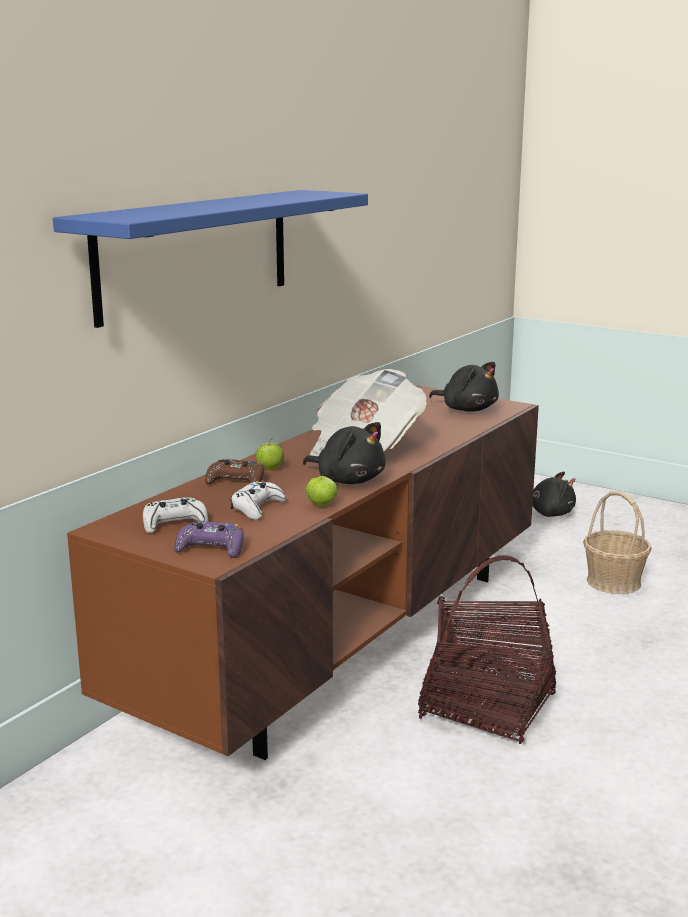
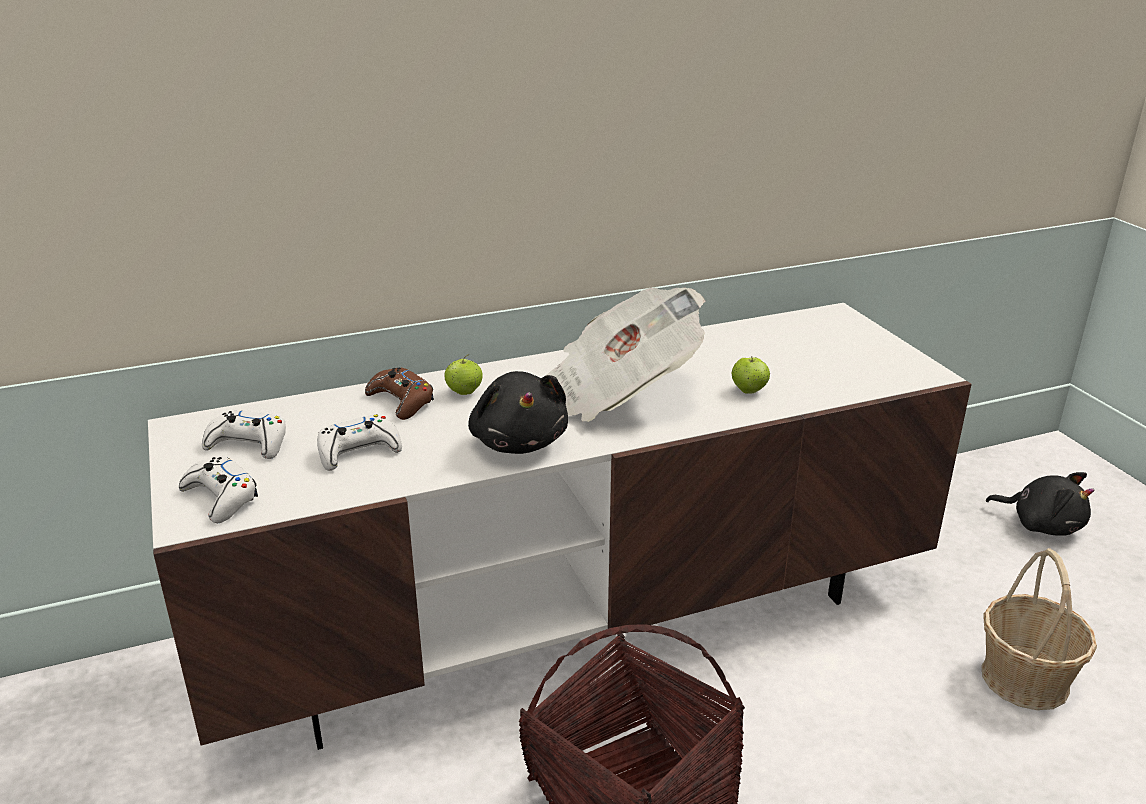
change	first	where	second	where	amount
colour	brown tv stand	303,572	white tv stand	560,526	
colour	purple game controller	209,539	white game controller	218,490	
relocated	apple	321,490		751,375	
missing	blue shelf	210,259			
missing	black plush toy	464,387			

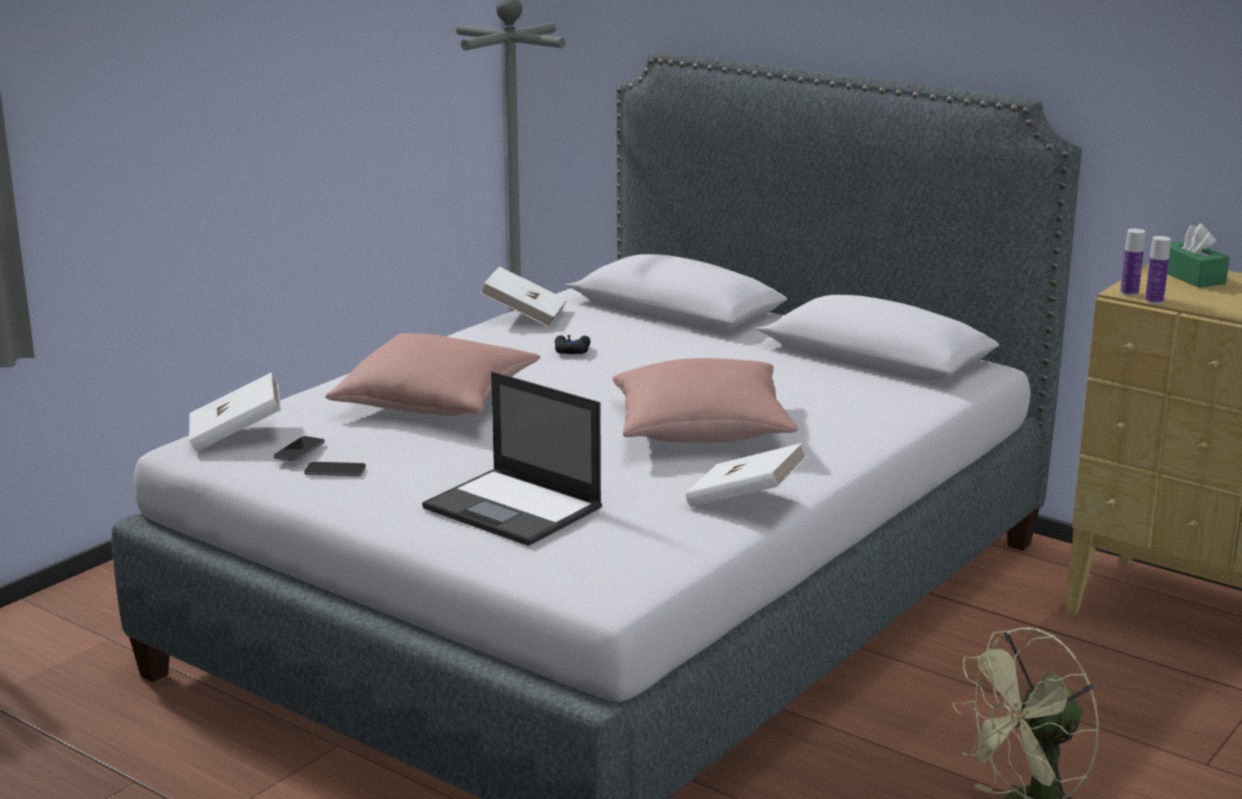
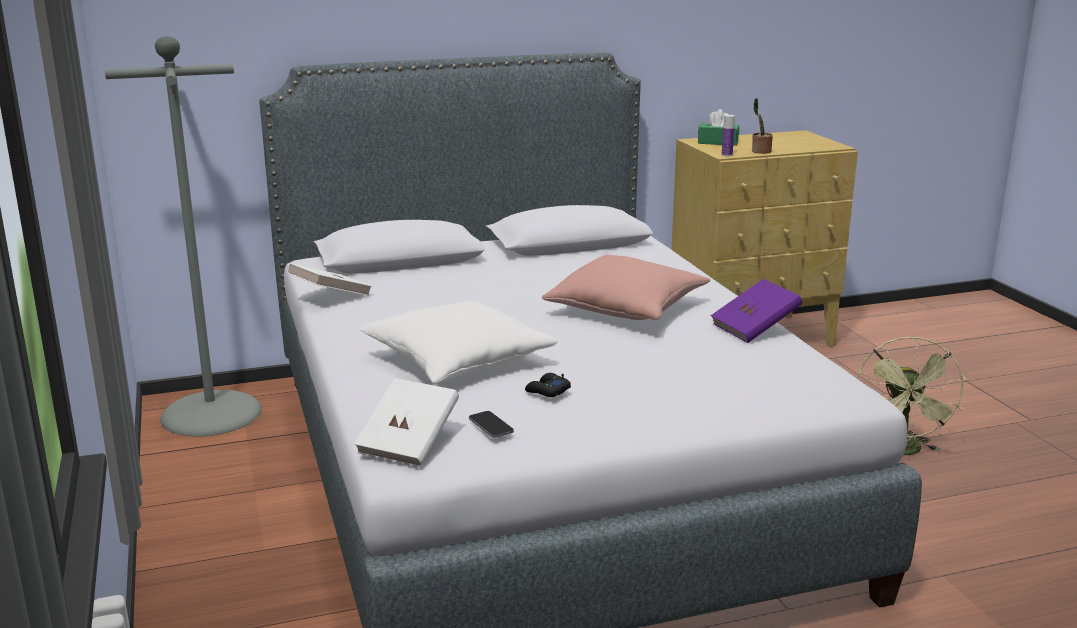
change	first	where	second	where	amount
colour	pink pillow	432,374	white pillow	458,342	
relocated	black game controller	572,344		548,385	
colour	white book	746,475	purple book	756,311	
appeared			potted plant	762,126	
missing	phone	335,469			
missing	laptop	512,459			
missing	bottle	1158,270			

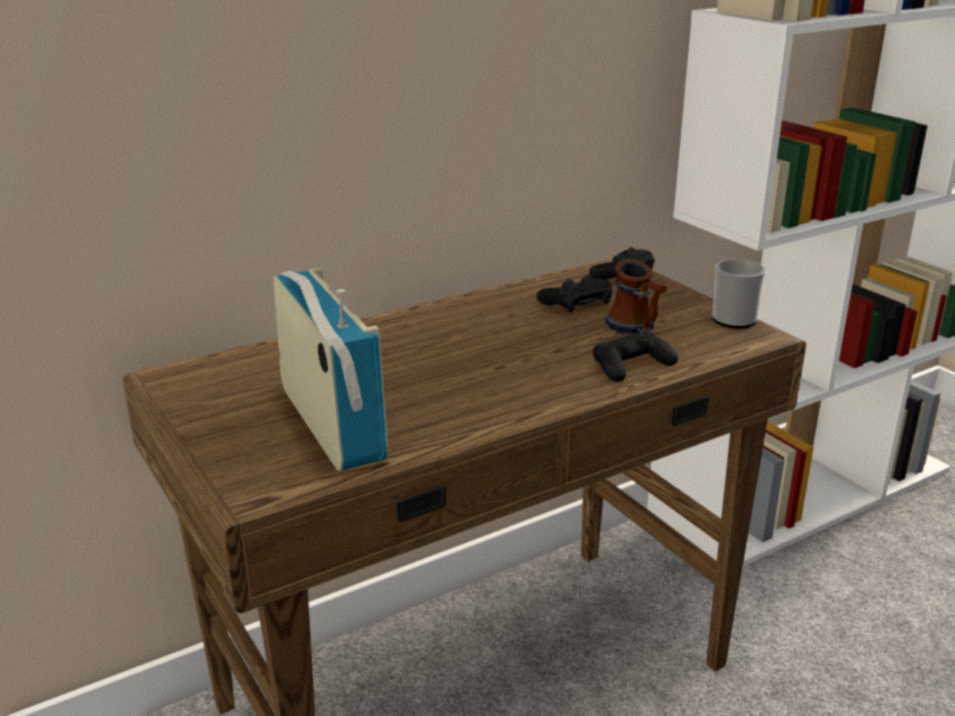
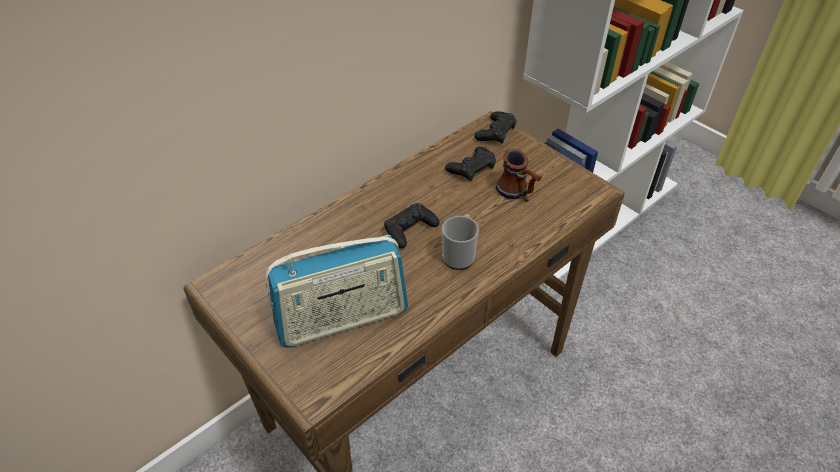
change	first	where	second	where	amount
spun	radio	330,369		337,291	105 degrees clockwise
relocated	black game controller	635,357		411,226	
relocated	mug	739,294		460,242	

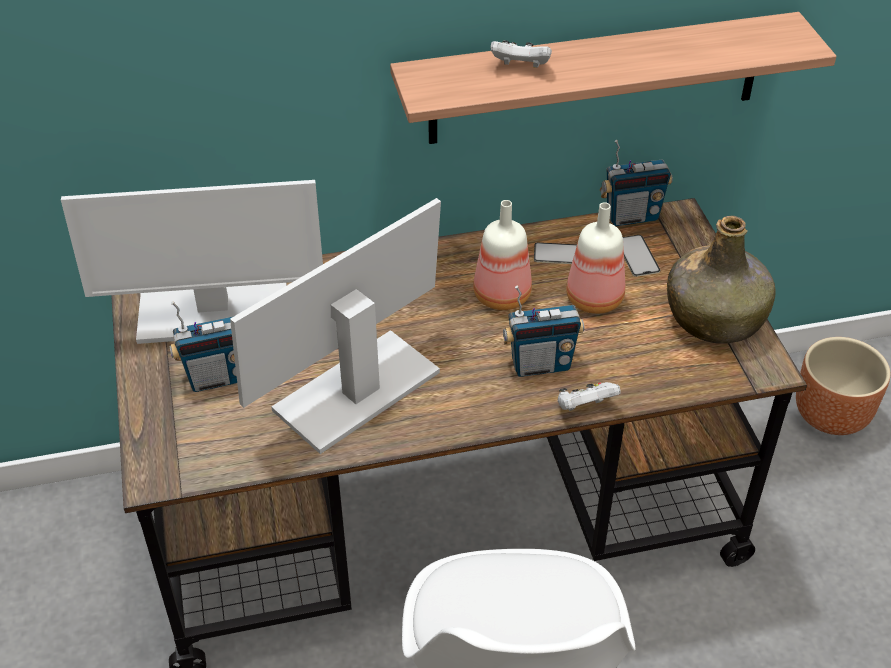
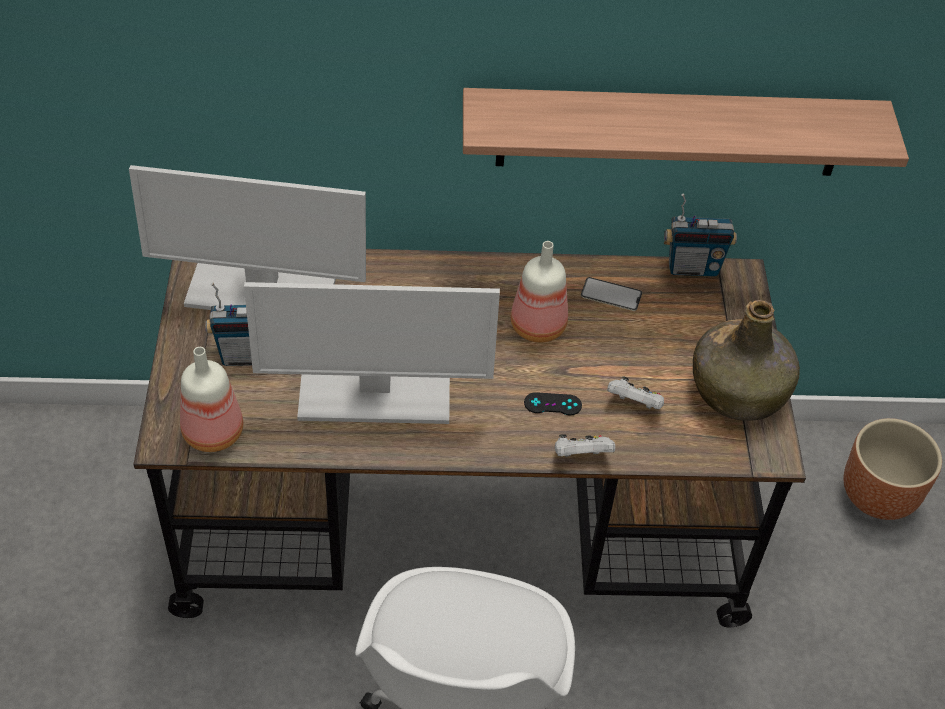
change	first	where	second	where	amount
relocated	bottle	595,258		211,399	
spun	monitor	335,326		372,353	150 degrees counterclockwise
exchanged	radio	543,331	black game controller	553,403	
relocated	white game controller	521,54		635,392	
missing	phone	641,256			

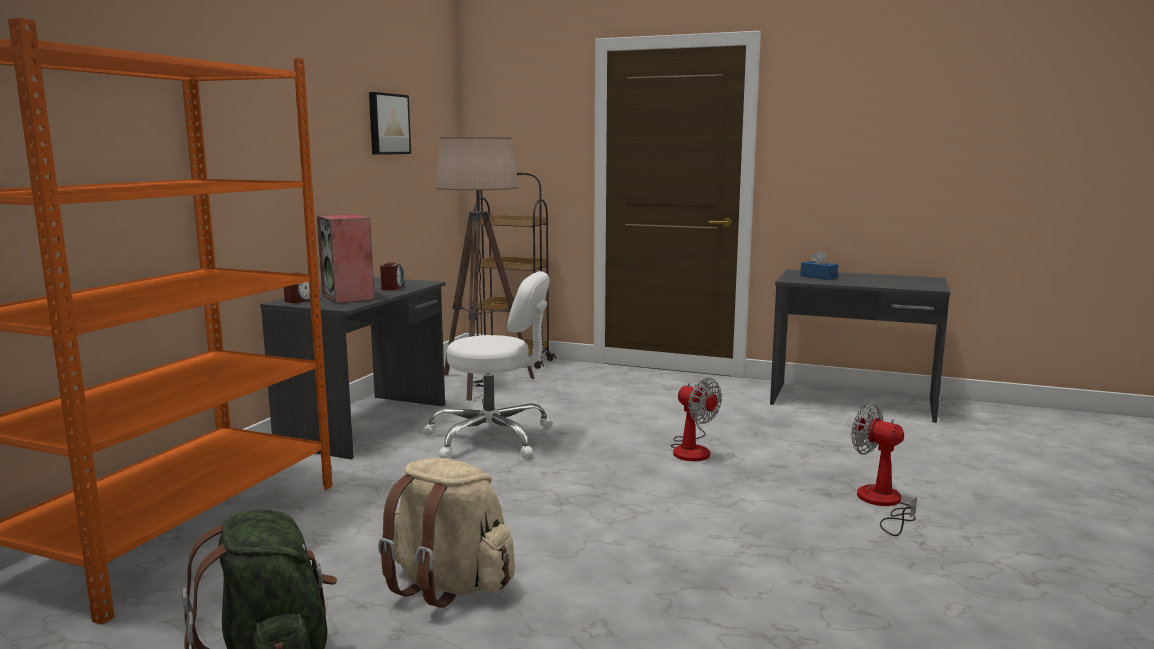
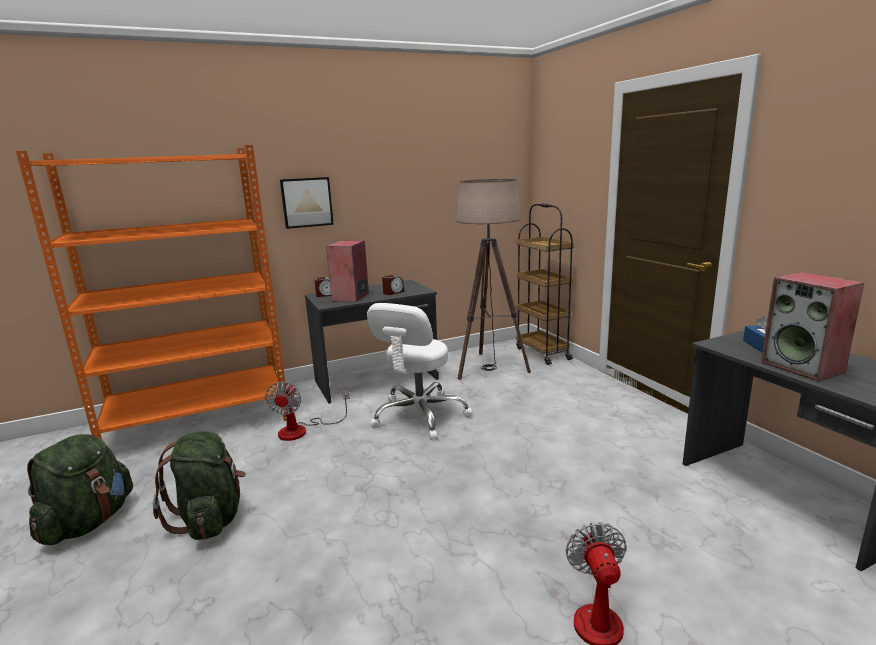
change	first	where	second	where	amount
colour	beige backpack	446,533	green backpack	199,486	
relocated	fan	696,419		307,411	
relocated	picture	390,123		307,203	
spun	white office chair	488,365		420,371	60 degrees clockwise
appeared			speaker	812,327	

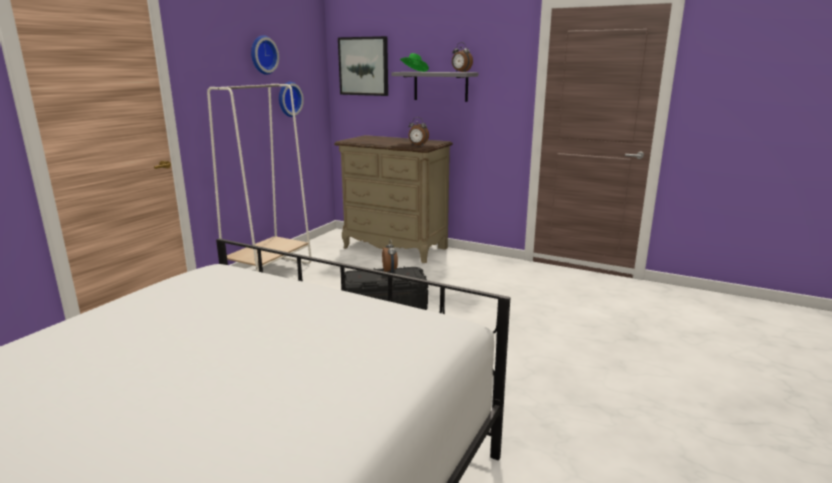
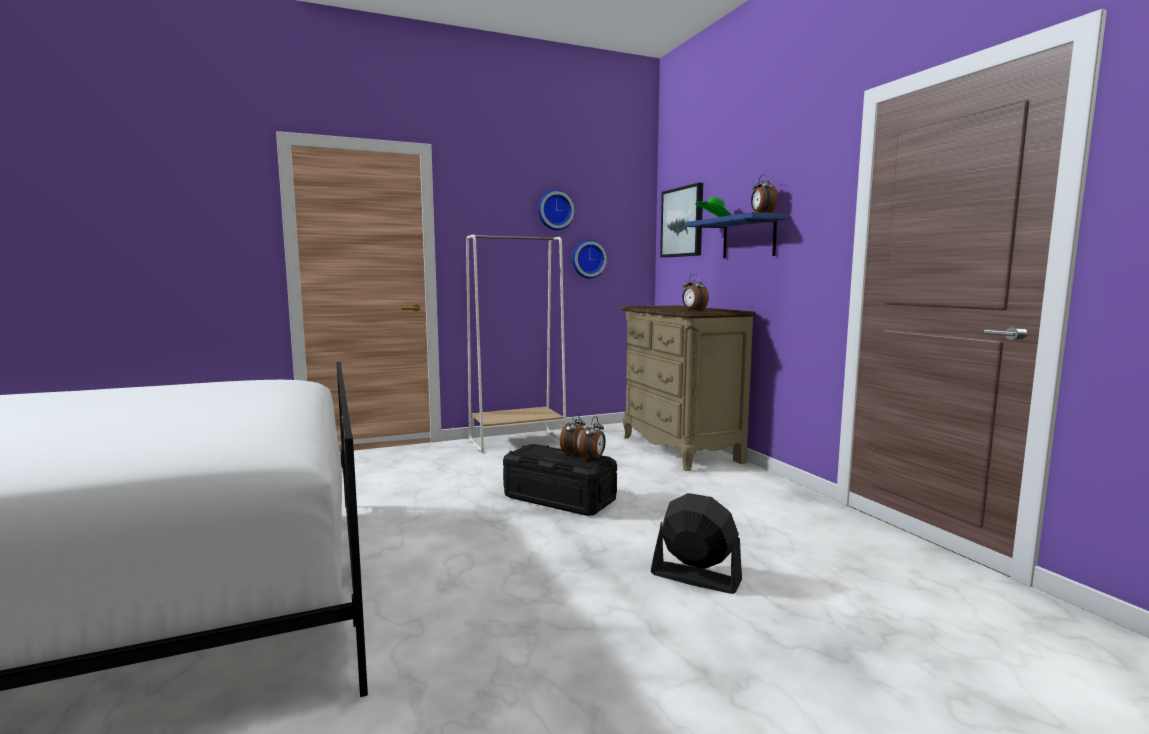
change	first	where	second	where	amount
appeared			alarm clock	592,439	
appeared			black fan	696,543	
colour	grey shelf	434,87	blue shelf	736,235	

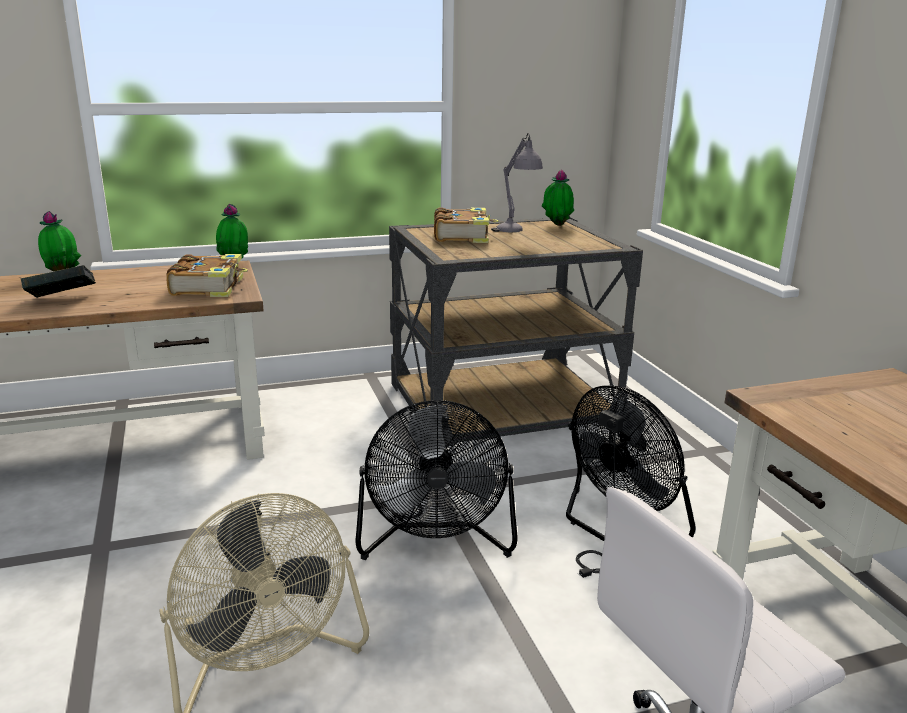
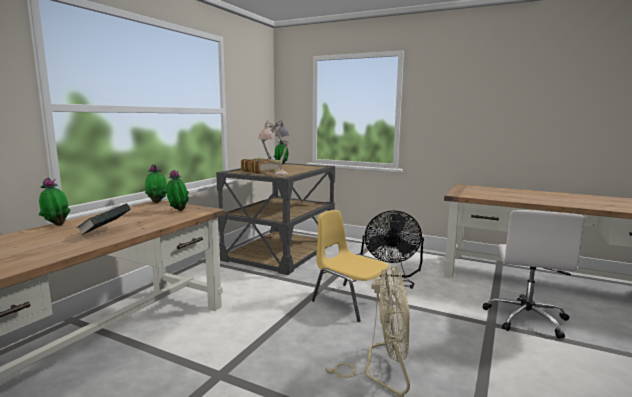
change	first	where	second	where	amount
exchanged	book	207,275	potted plant	177,190	
appeared			beige table lamp	273,148	
exchanged	black fan	436,480	yellow chair	352,266	

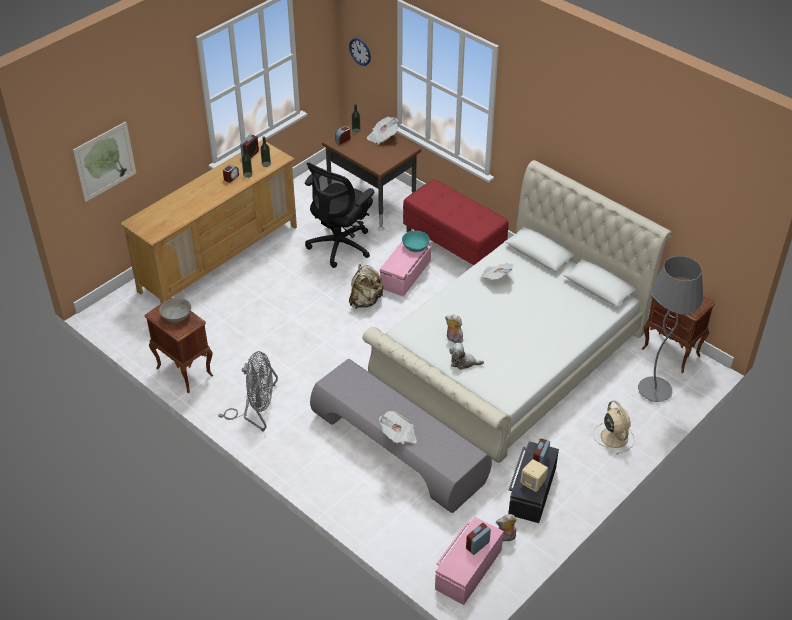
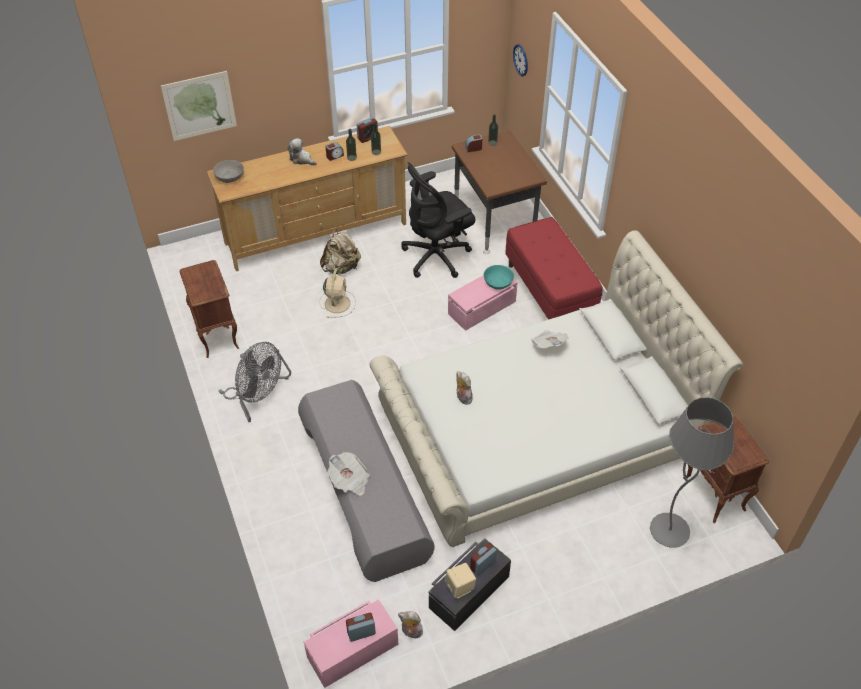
change	first	where	second	where	amount
relocated	grey bowl	175,310		228,171	
relocated	plush toy	467,356		302,151	
relocated	beige fan	613,428		337,293	
relocated	beige backpack	366,286		340,251	
missing	newspaper	382,131			

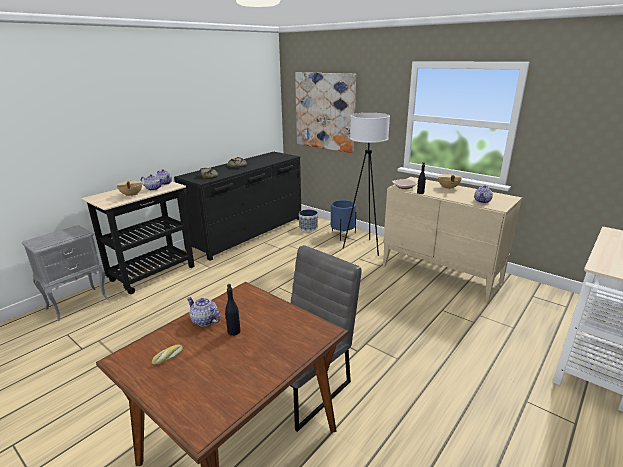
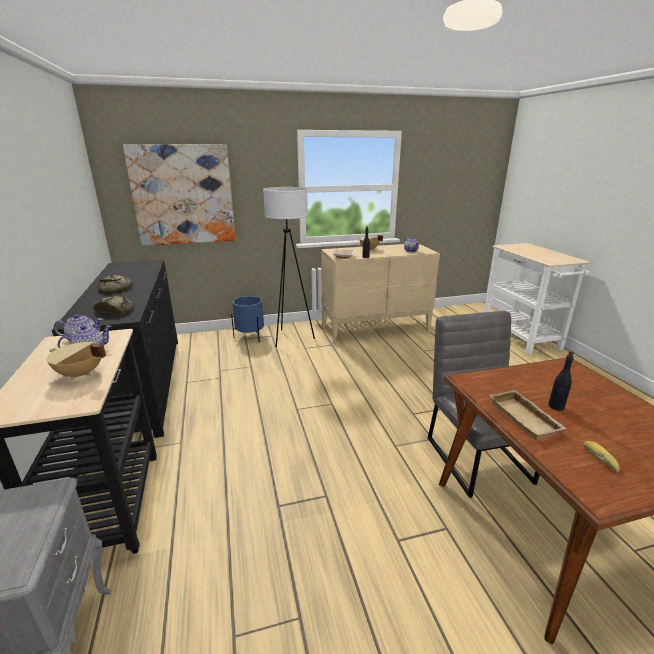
change	first	where	second	where	amount
exchanged	teapot	204,311	beige tray	528,415	
missing	planter	308,220			

